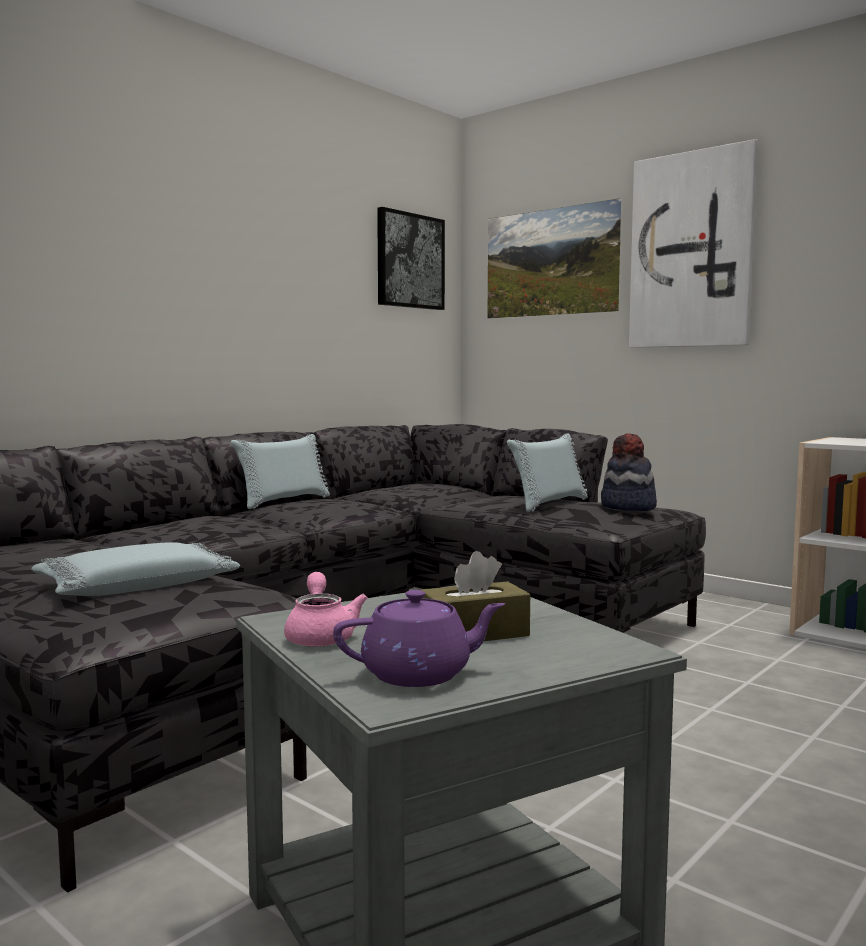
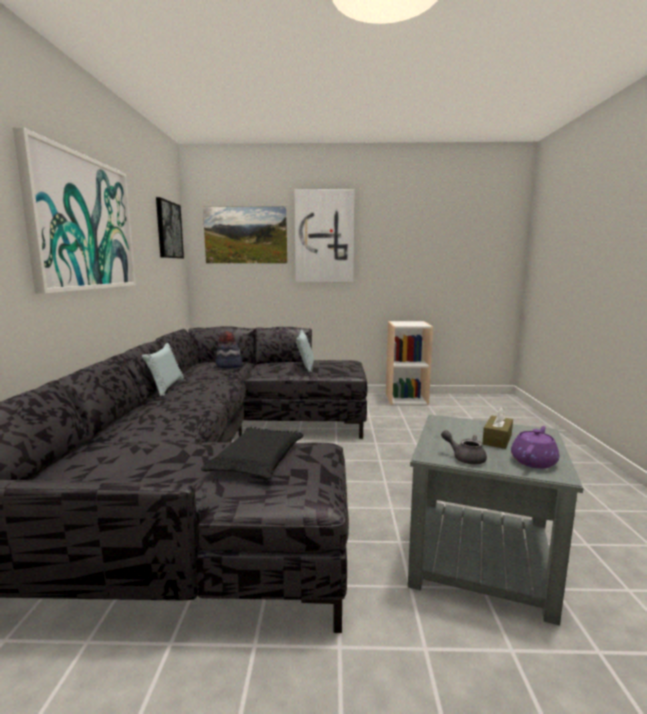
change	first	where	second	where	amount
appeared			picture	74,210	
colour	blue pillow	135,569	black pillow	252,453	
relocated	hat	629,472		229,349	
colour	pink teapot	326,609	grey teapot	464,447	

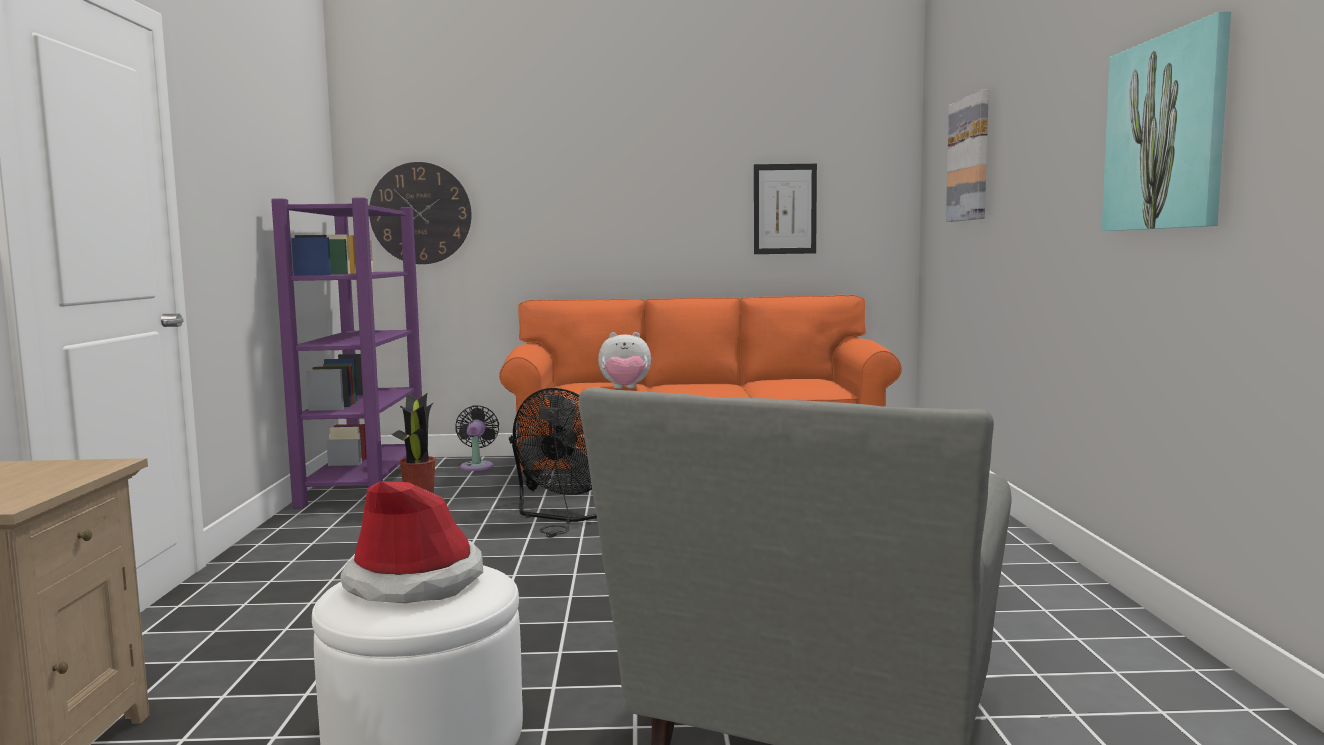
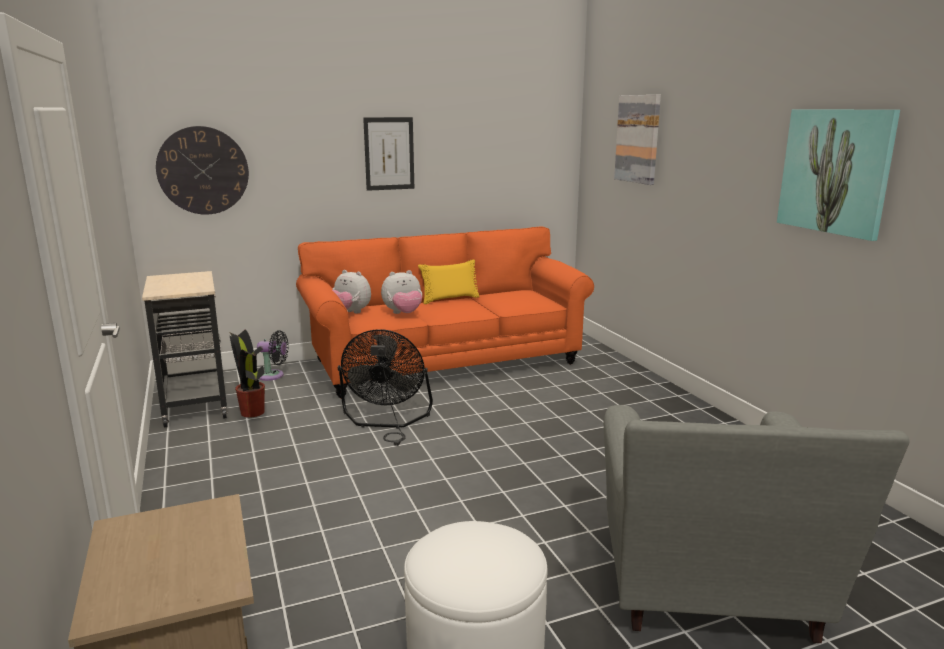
change	first	where	second	where	amount
exchanged	purple bookcase	346,353	cart	184,349	
spun	black fan	477,438		273,355	120 degrees clockwise
appeared			plush toy	351,291	
relocated	picture	785,209		388,154	
appeared			yellow pillow	449,281	
missing	hat	411,542			

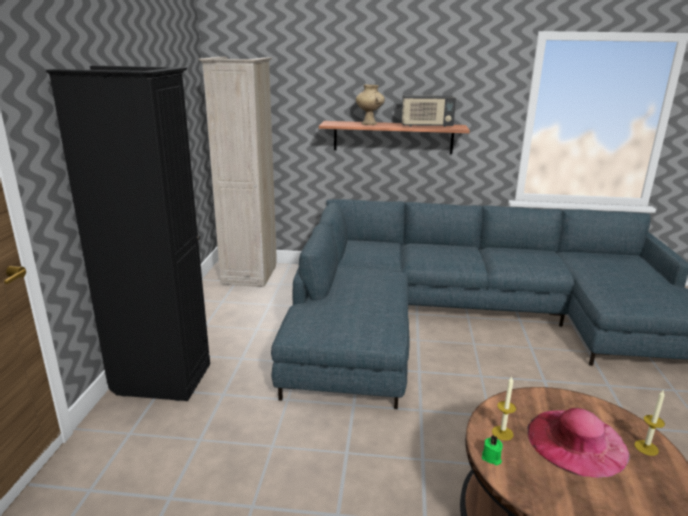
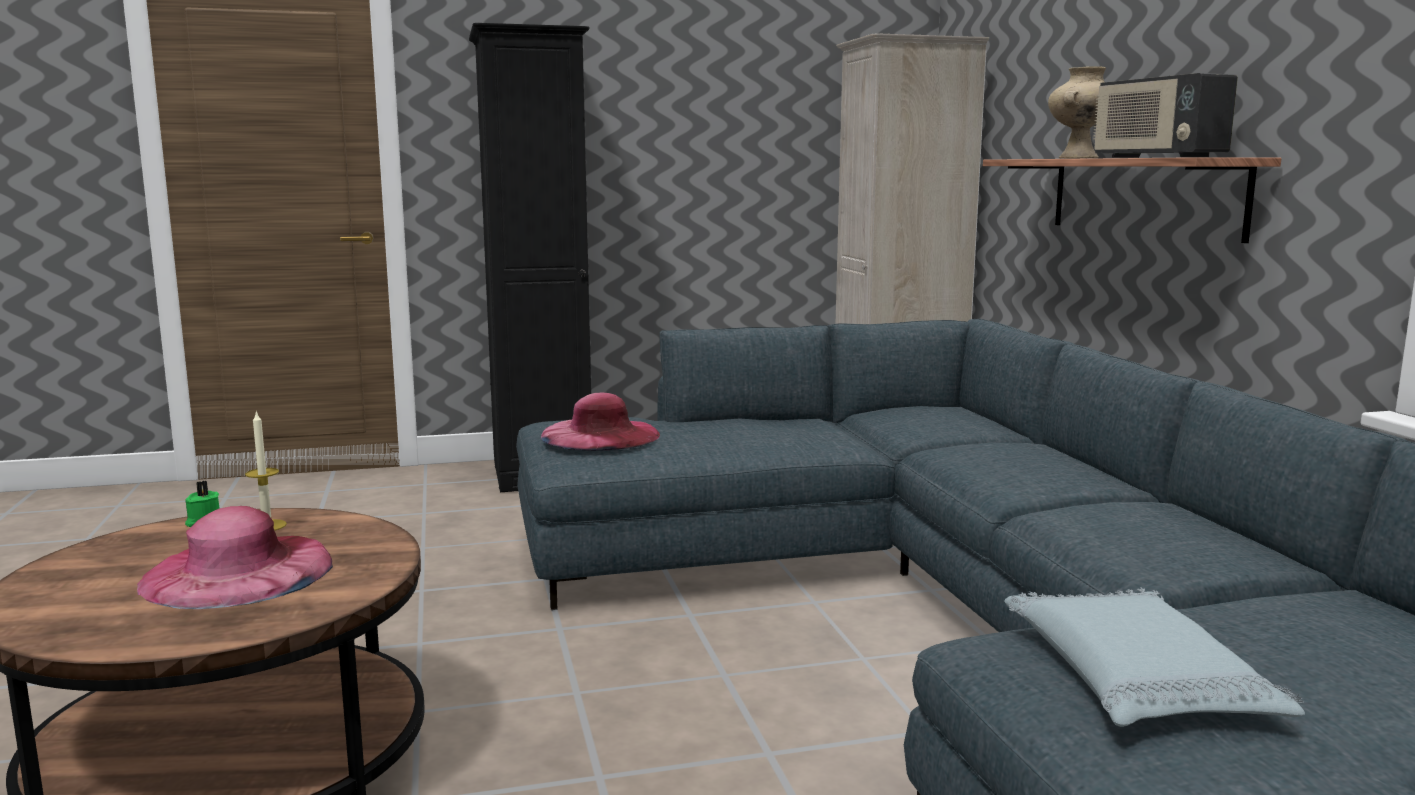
change	first	where	second	where	amount
appeared			pink hat	600,421	
appeared			blue pillow	1154,657	
missing	candle	649,422			

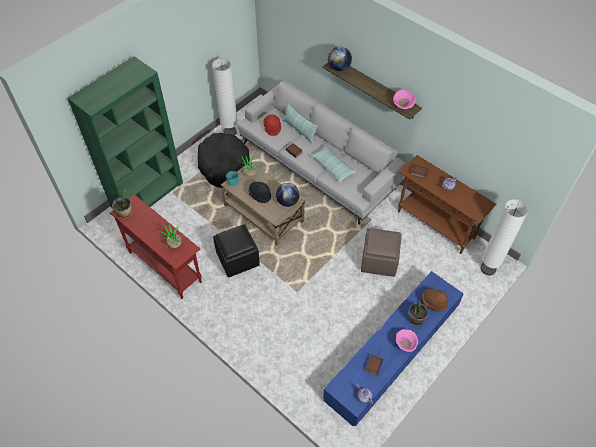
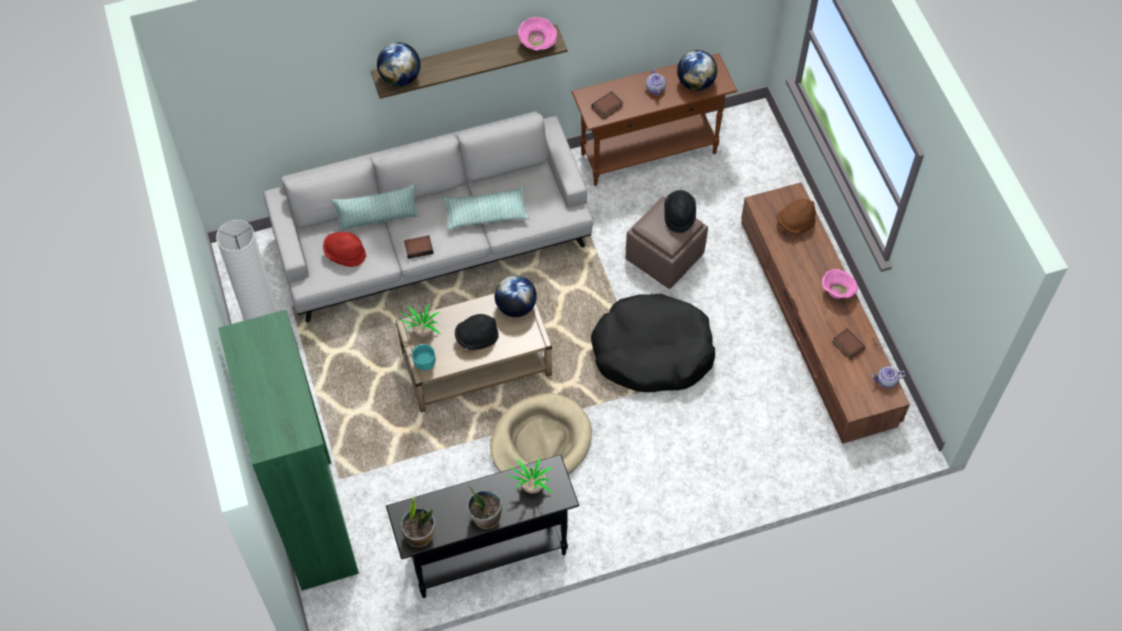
change	first	where	second	where	amount
colour	red console table	156,246	black console table	482,526	
relocated	potted plant	418,310		484,507	
exchanged	black ottoman	236,251	beige dog bed	541,434	
relocated	black dog bed	224,160		653,343	
appeared			black hat	680,211	
appeared			globe	697,70	
colour	blue tv stand	393,349	brown tv stand	825,313	
missing	white floor lamp	504,237			

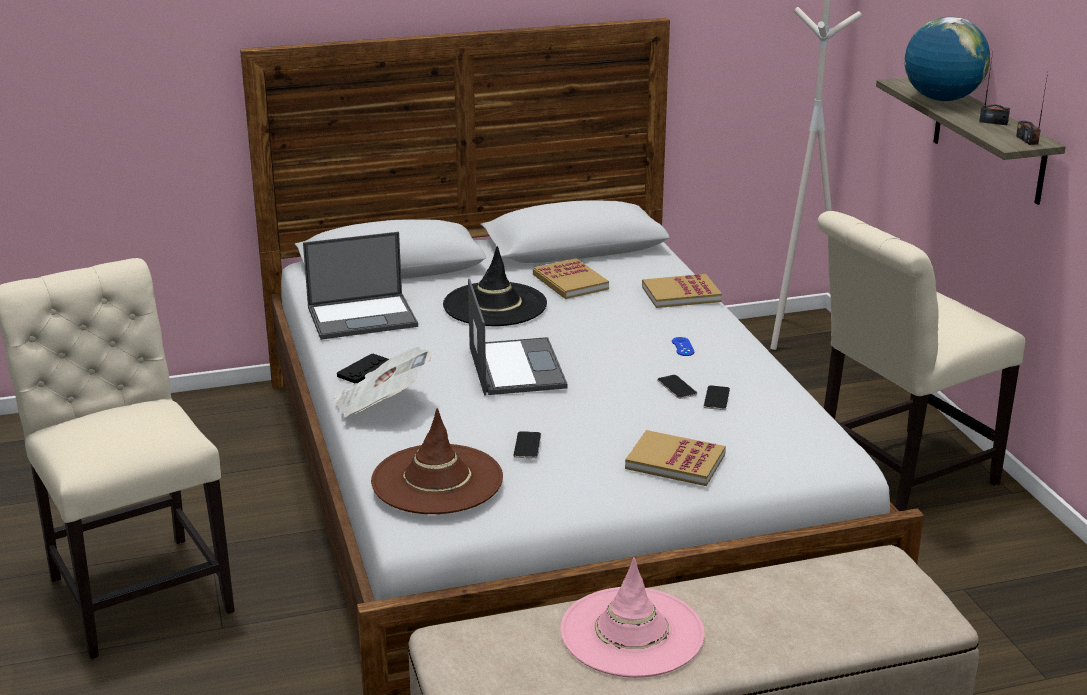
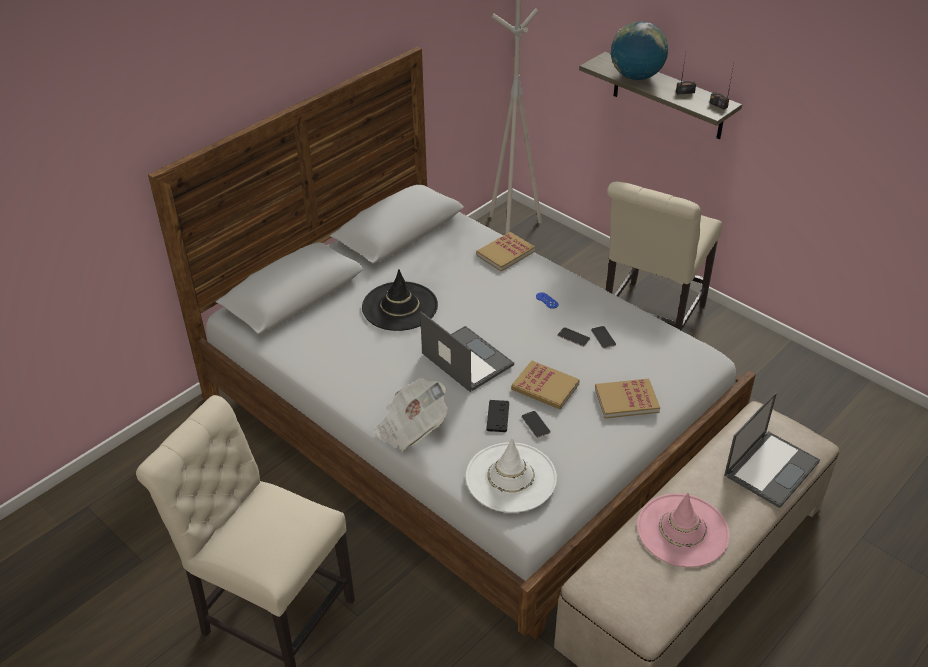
change	first	where	second	where	amount
colour	brown hat	437,461	white hat	511,475	
relocated	black game controller	363,369		497,416	
relocated	book	571,278		545,385	
relocated	laptop	360,286		772,450	

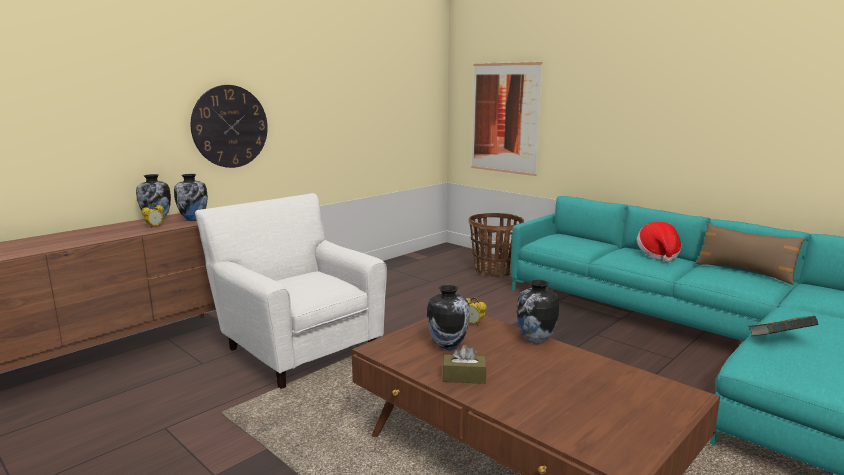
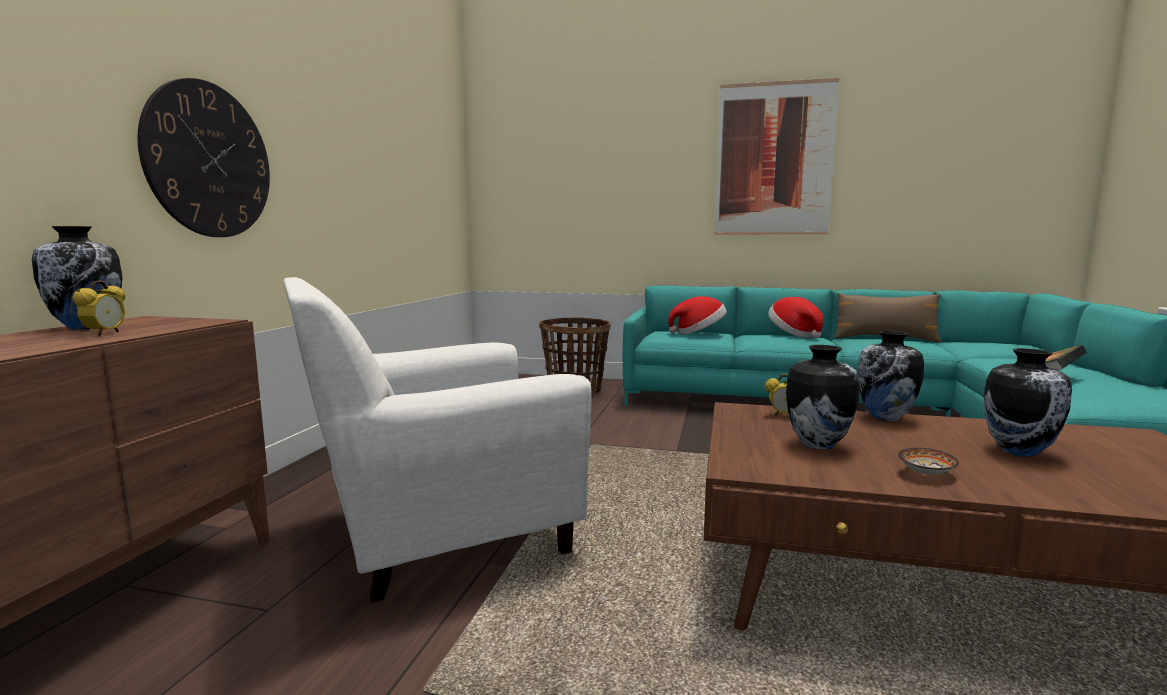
change	first	where	second	where	amount
spun	white armchair	291,291		437,440	45 degrees counterclockwise
appeared			hat	697,315	
relocated	picture	506,118		777,156	
exchanged	brown tissue box	464,364	bowl	928,461	
relocated	vase	191,197		1027,402	

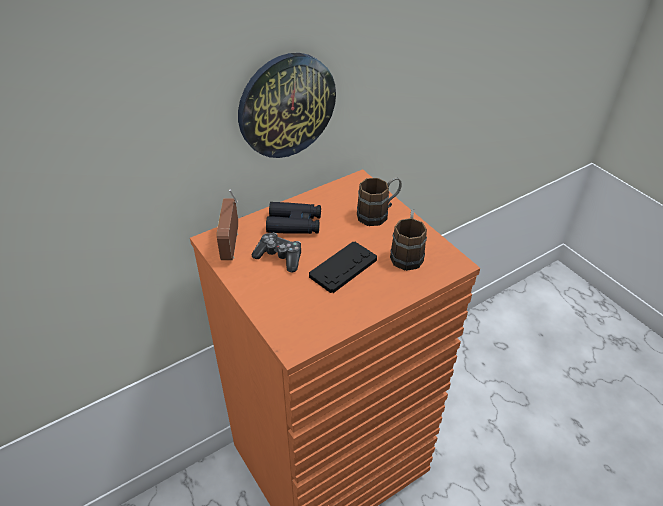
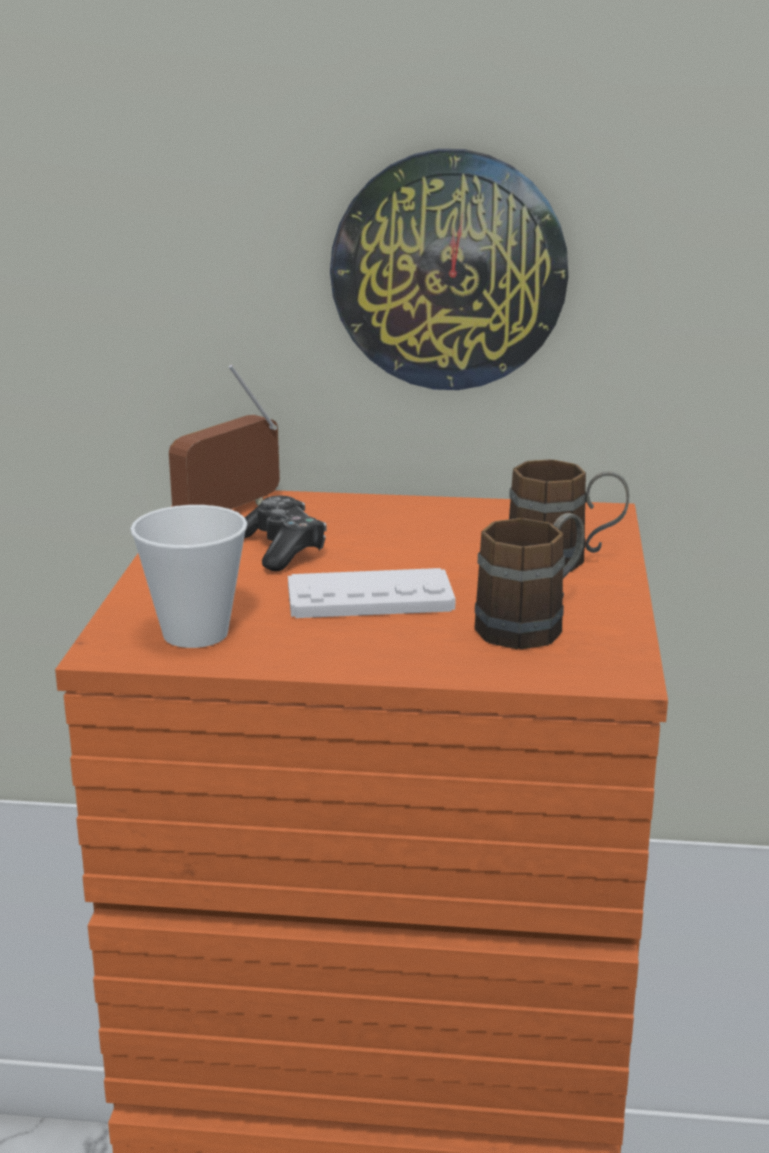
change	first	where	second	where	amount
appeared			cup	188,576	
colour	black game controller	343,267	white game controller	372,593	
missing	black binoculars	293,218			

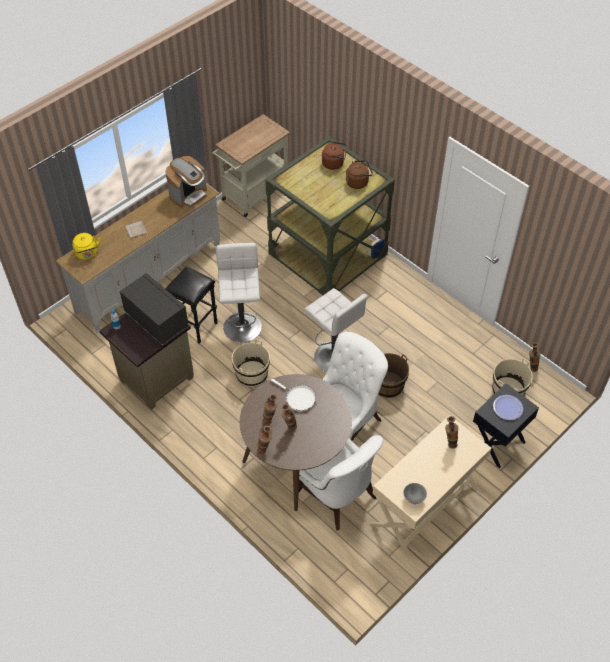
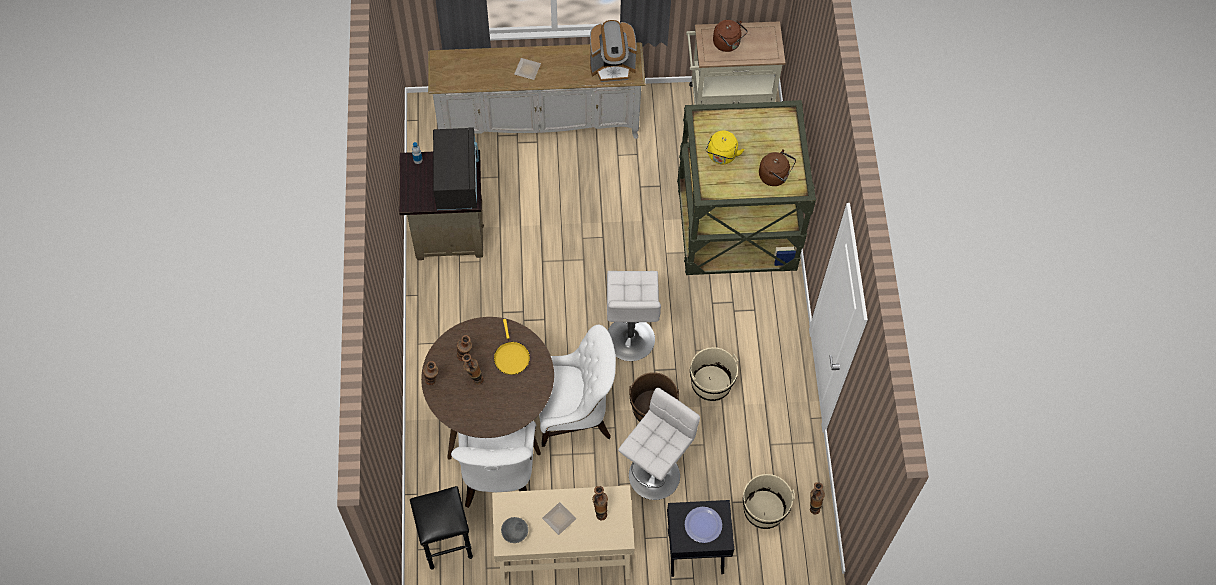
change	first	where	second	where	amount
relocated	black stool	191,304		441,528	
colour	white frying pan	293,394	yellow frying pan	512,347	
appeared			plate	559,518	
relocated	white stool	239,292		659,444	
relocated	beige bucket	251,363		714,374	
relocated	yellow kettle	86,246		725,147	
relocated	brown kettle	334,156		730,36	

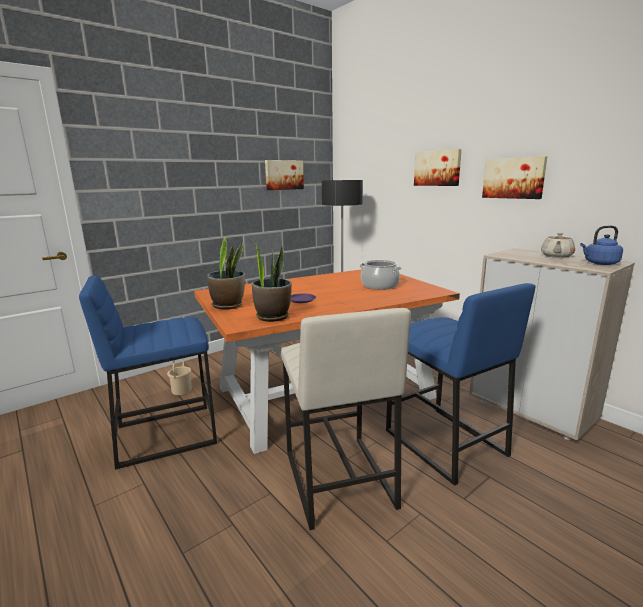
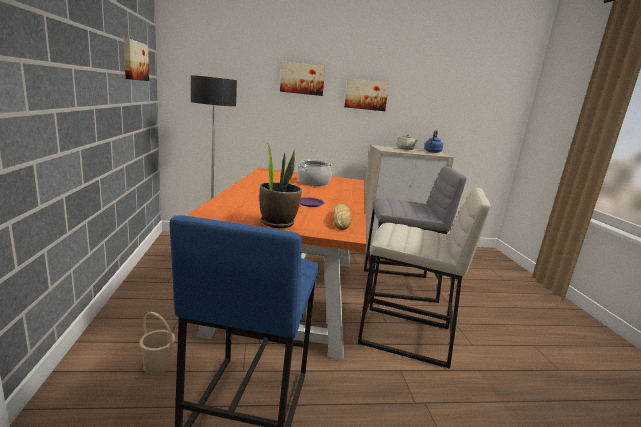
change	first	where	second	where	amount
exchanged	potted plant	272,282	bread	342,217	
colour	blue stool	461,384	grey stool	415,234	

